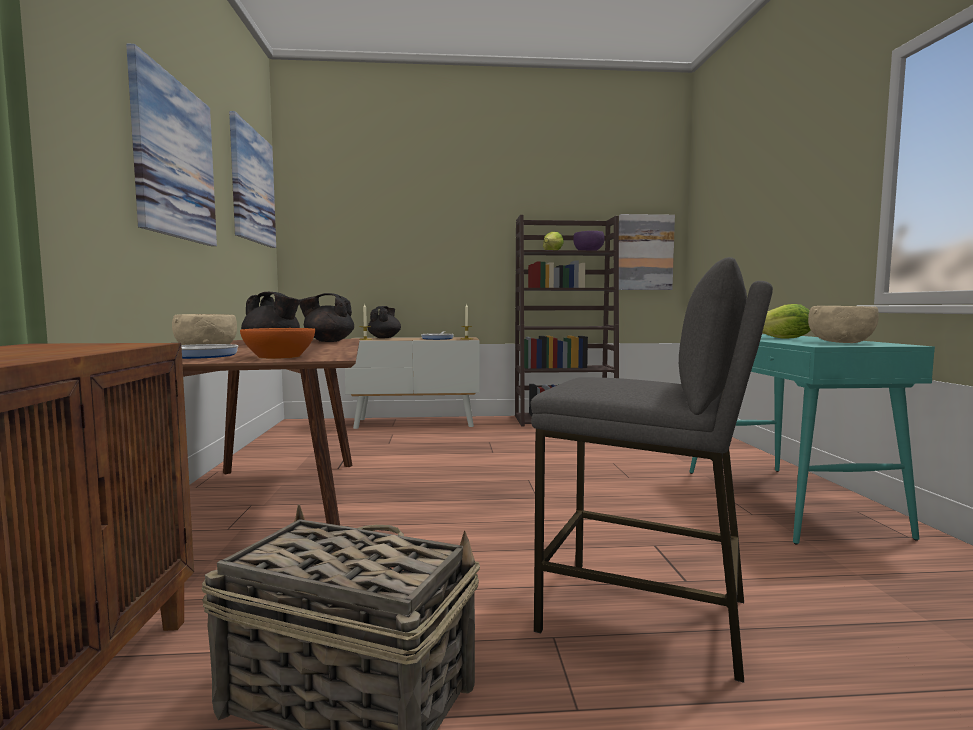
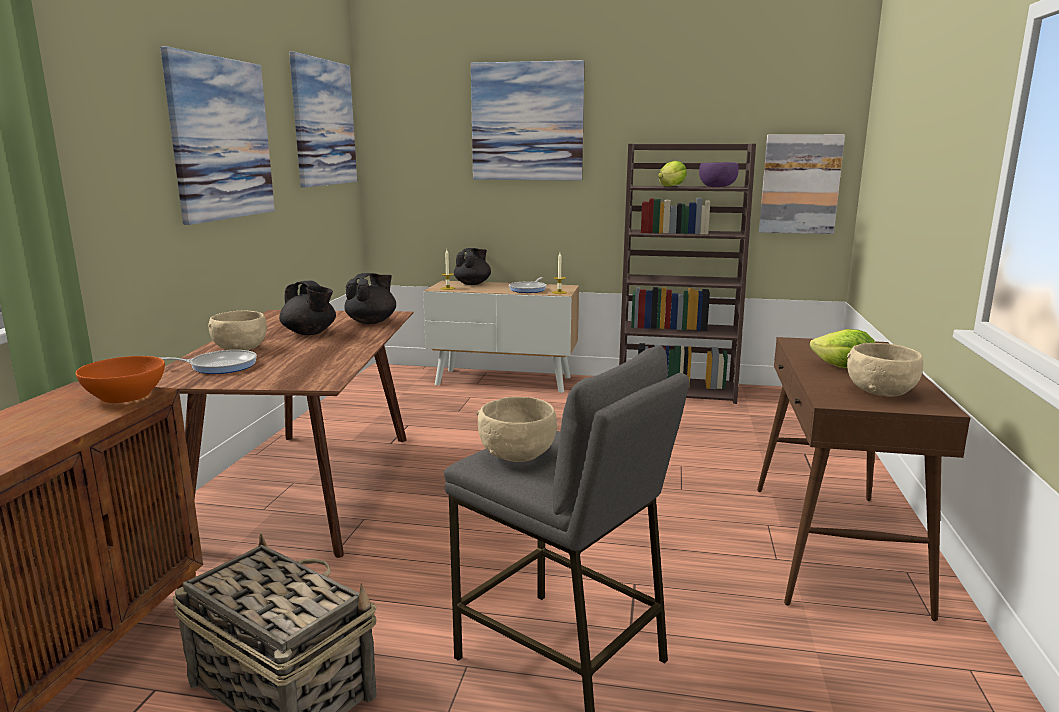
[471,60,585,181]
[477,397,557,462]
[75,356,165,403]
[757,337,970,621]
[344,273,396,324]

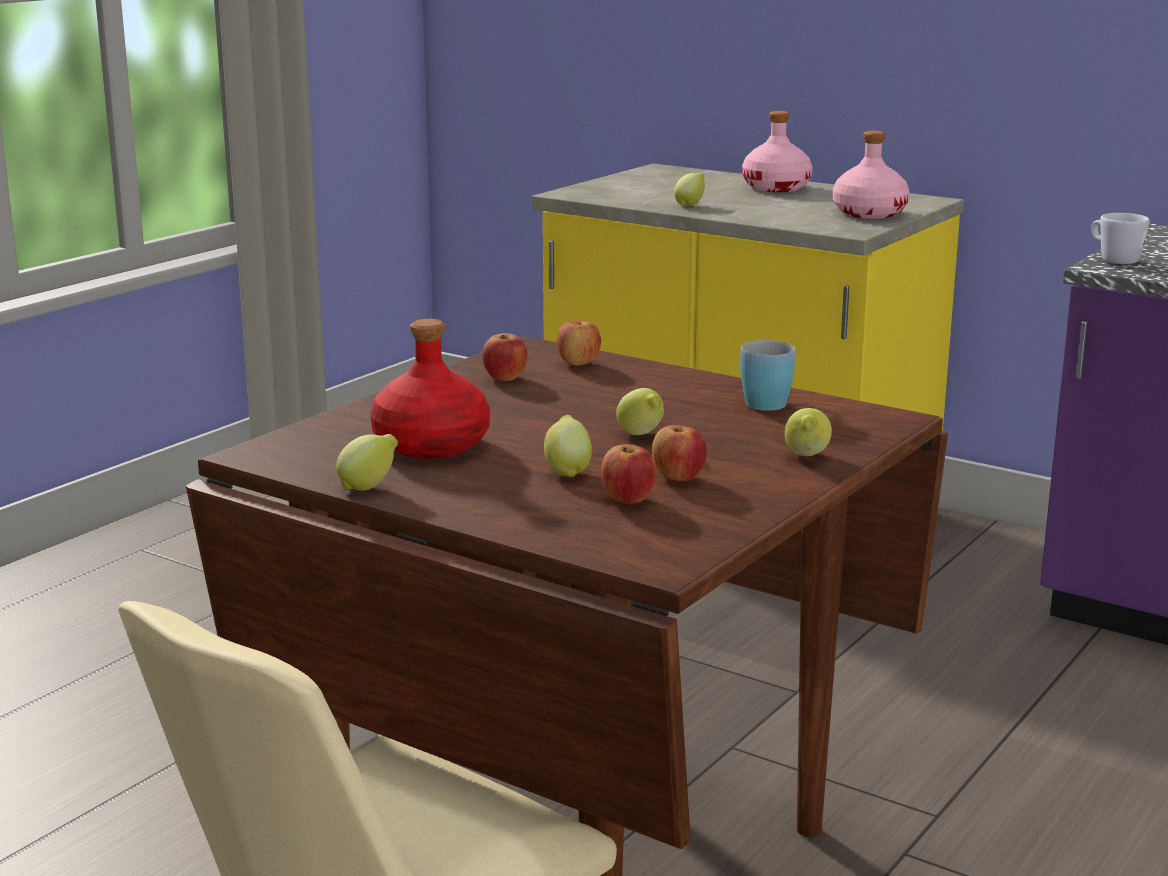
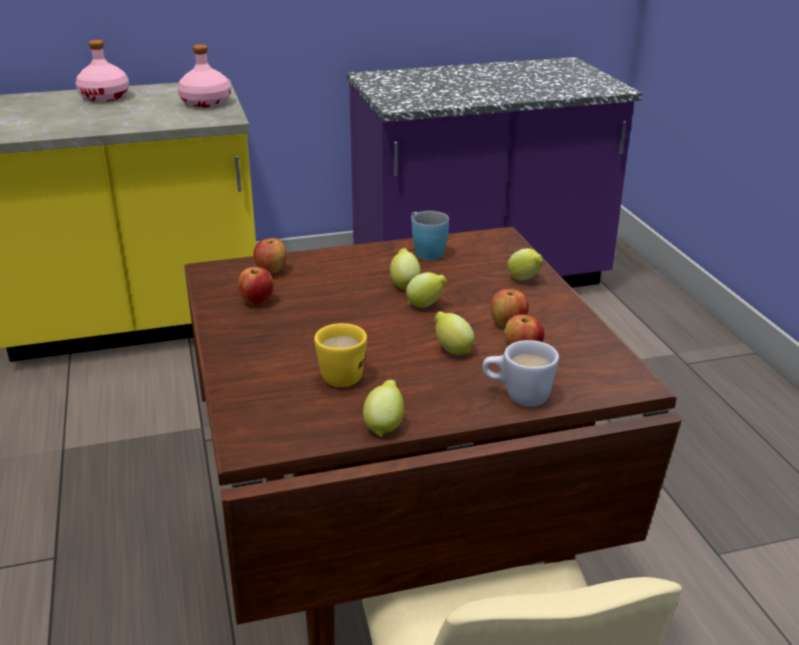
[390,248,421,290]
[482,340,559,406]
[314,323,367,387]

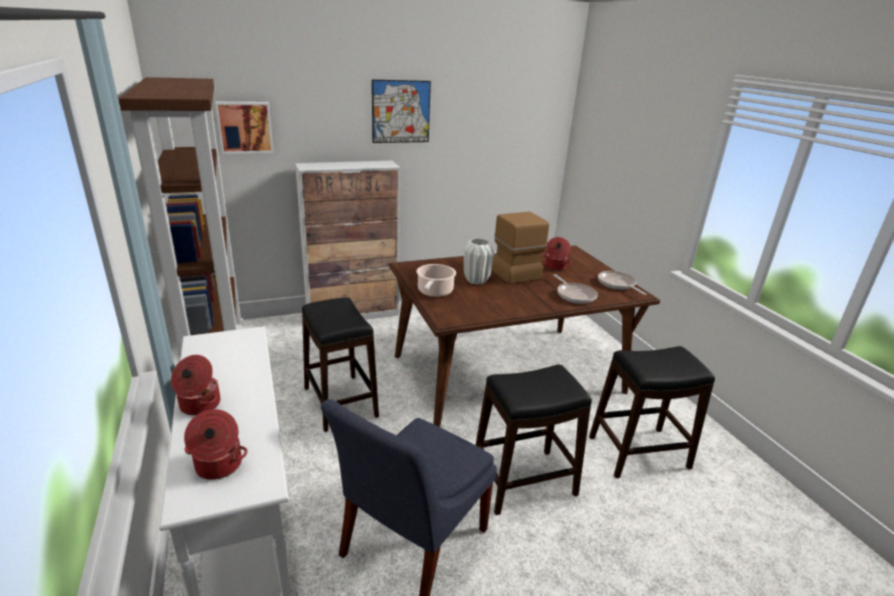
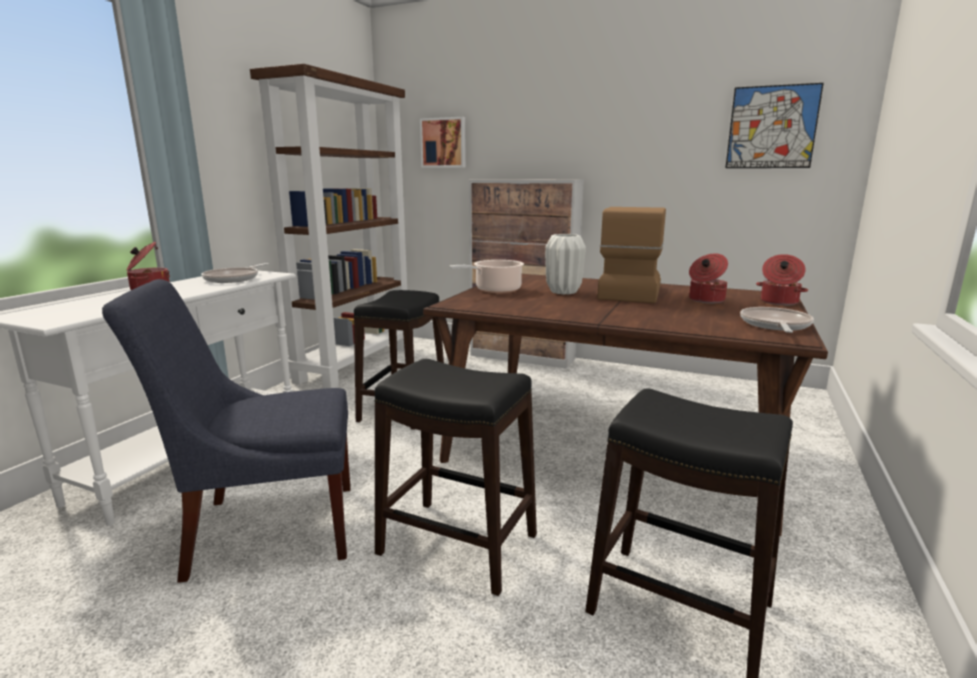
[756,254,808,305]
[726,83,824,168]
[201,263,269,283]

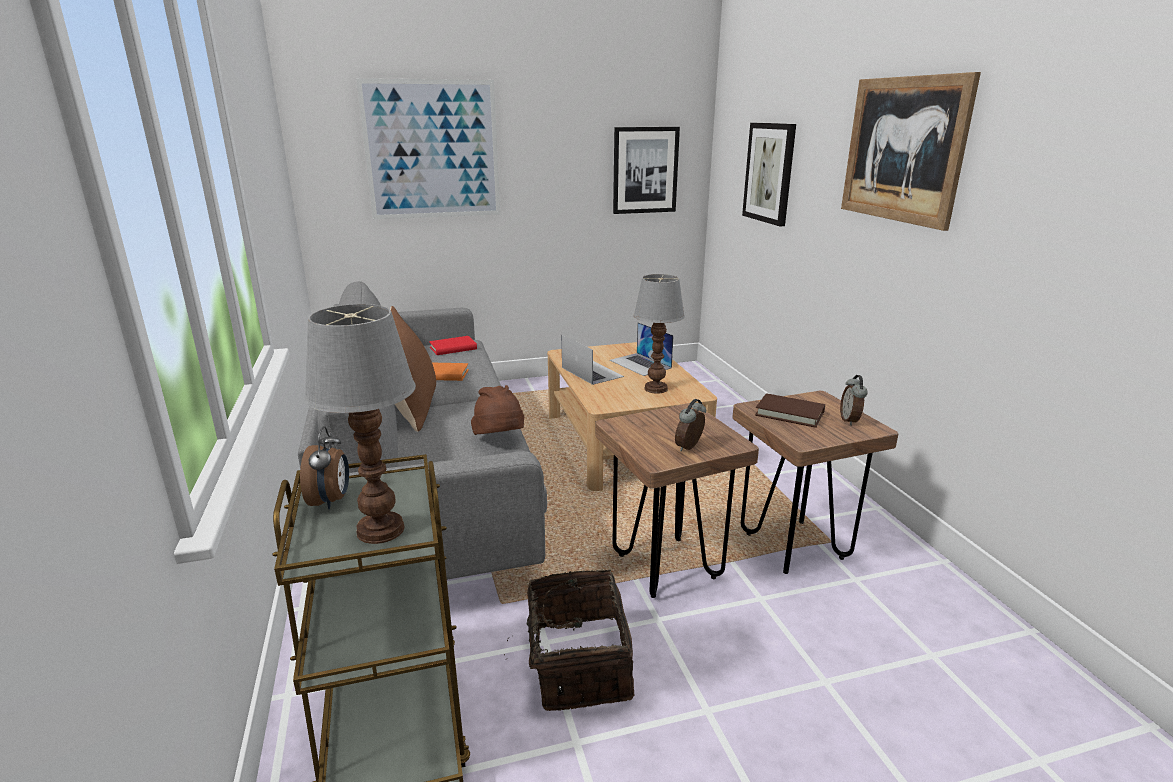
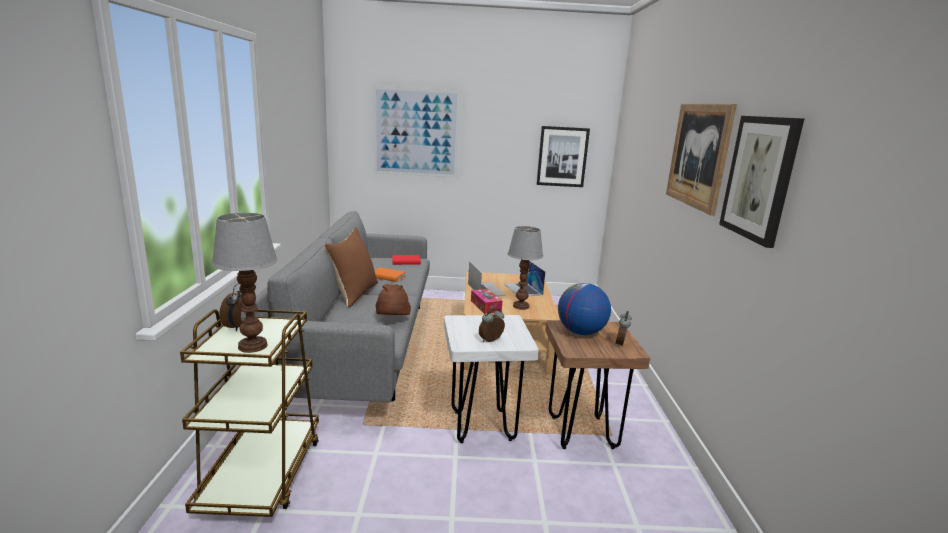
[504,570,634,711] (first image)
[471,289,502,314]
[719,116,804,248]
[558,283,611,335]
[444,315,539,443]

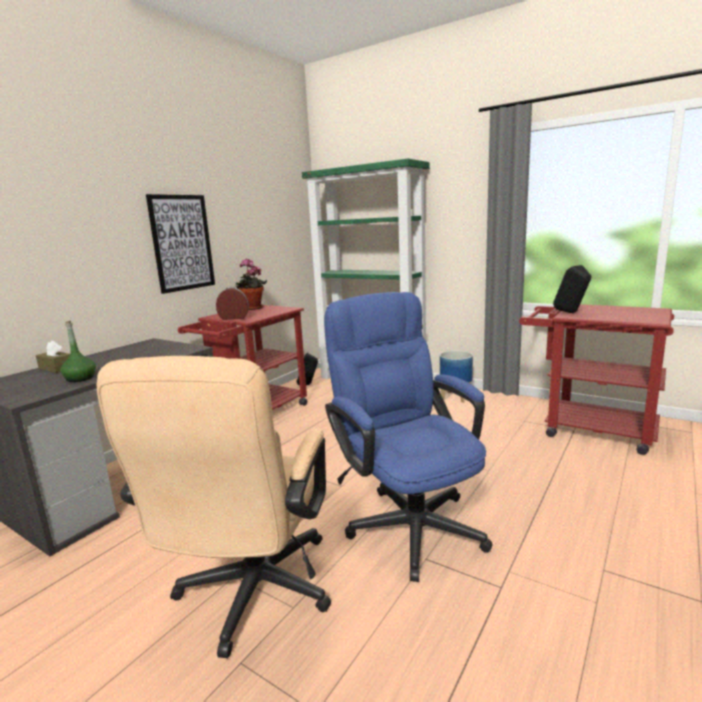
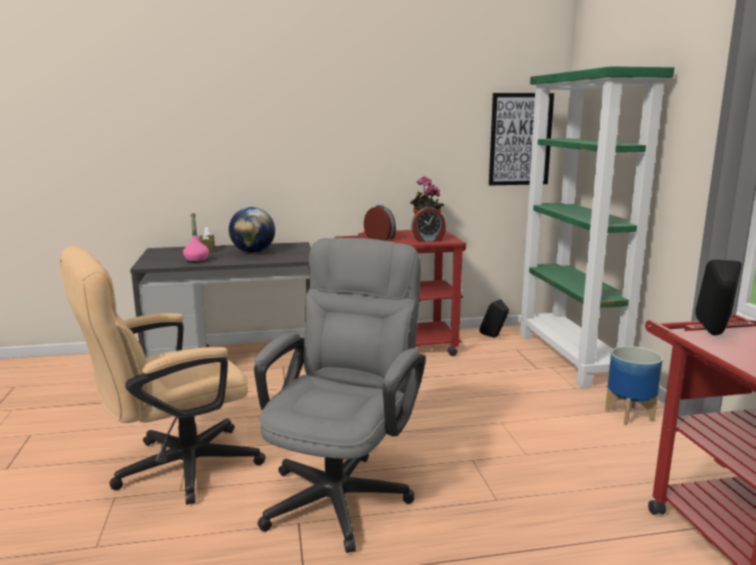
[229,207,275,253]
[412,206,446,242]
[489,93,554,186]
[183,213,209,263]
[254,238,426,553]

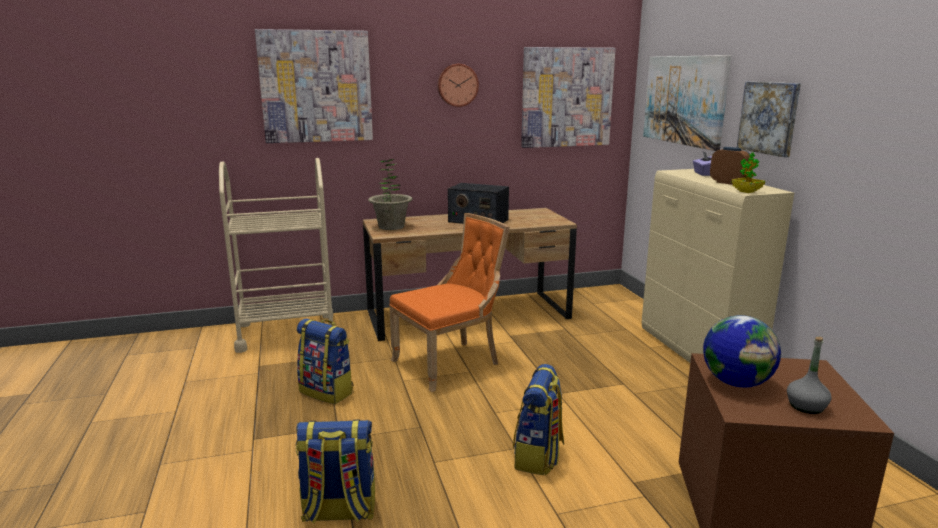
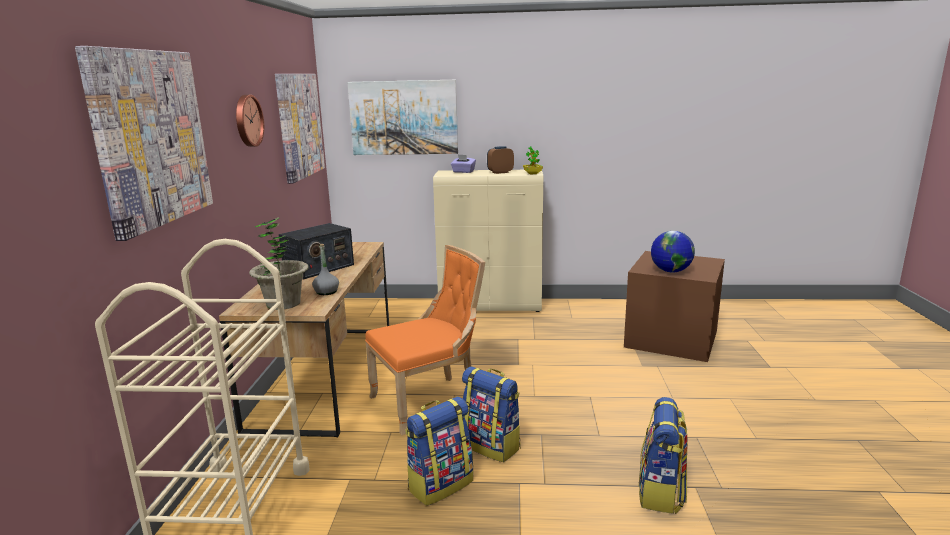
[737,82,801,157] (first image)
[462,366,521,462]
[312,244,339,295]
[365,245,485,435]

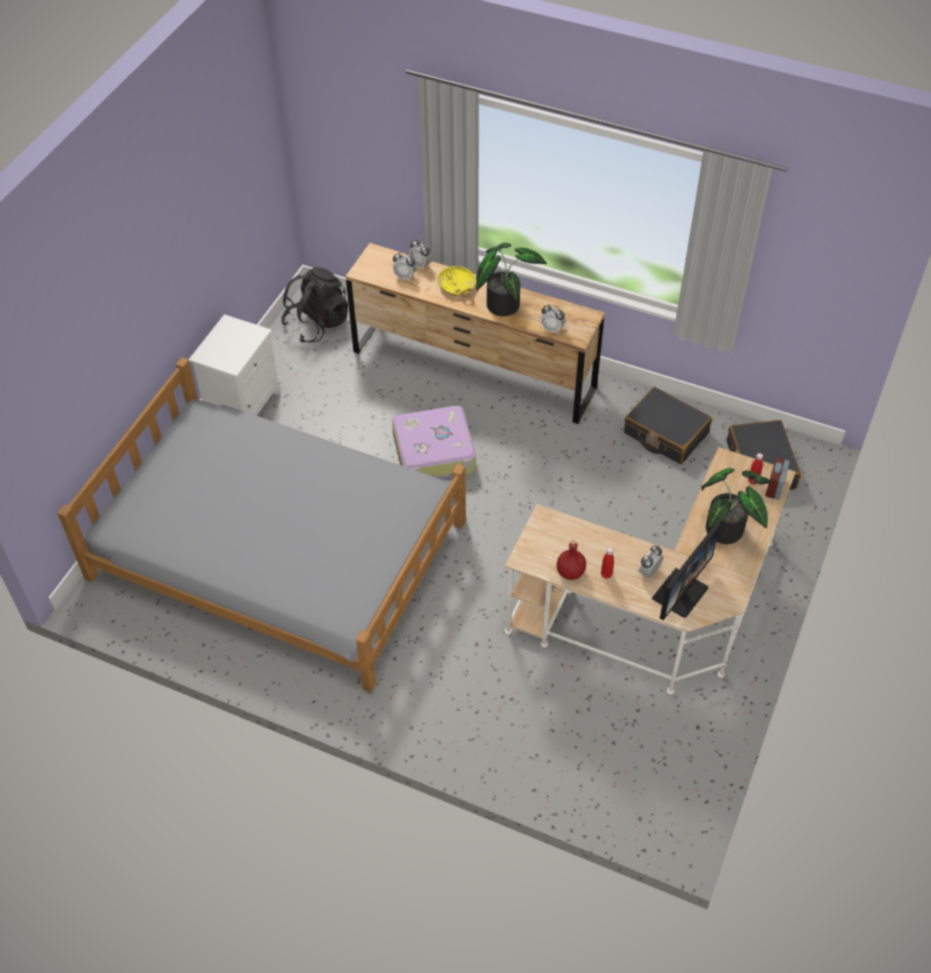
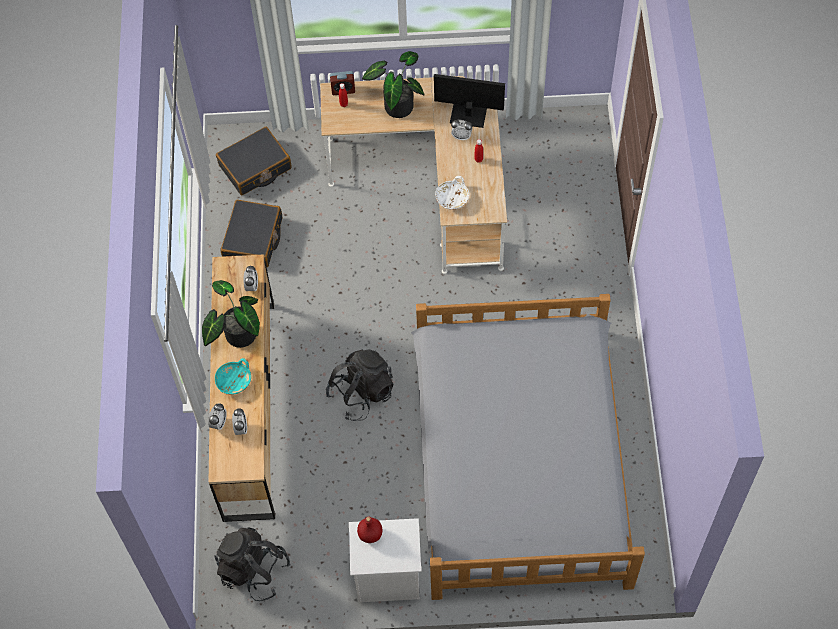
[435,176,469,210]
[357,516,382,543]
[326,350,393,421]
[215,358,251,394]

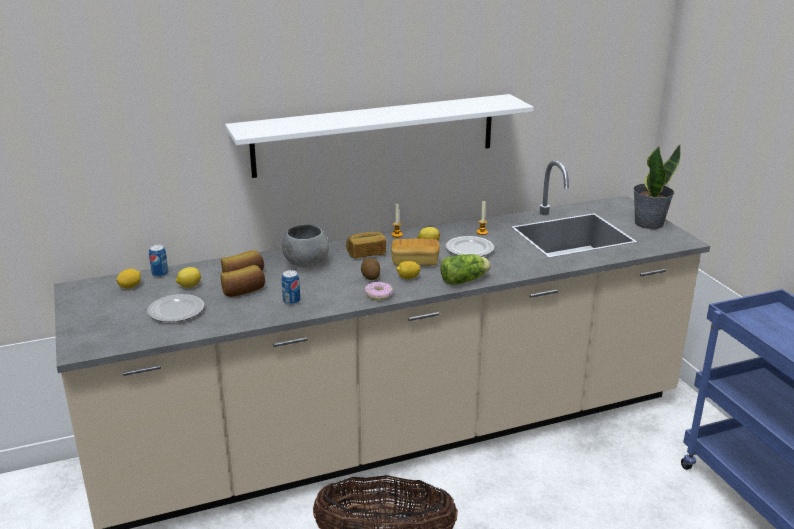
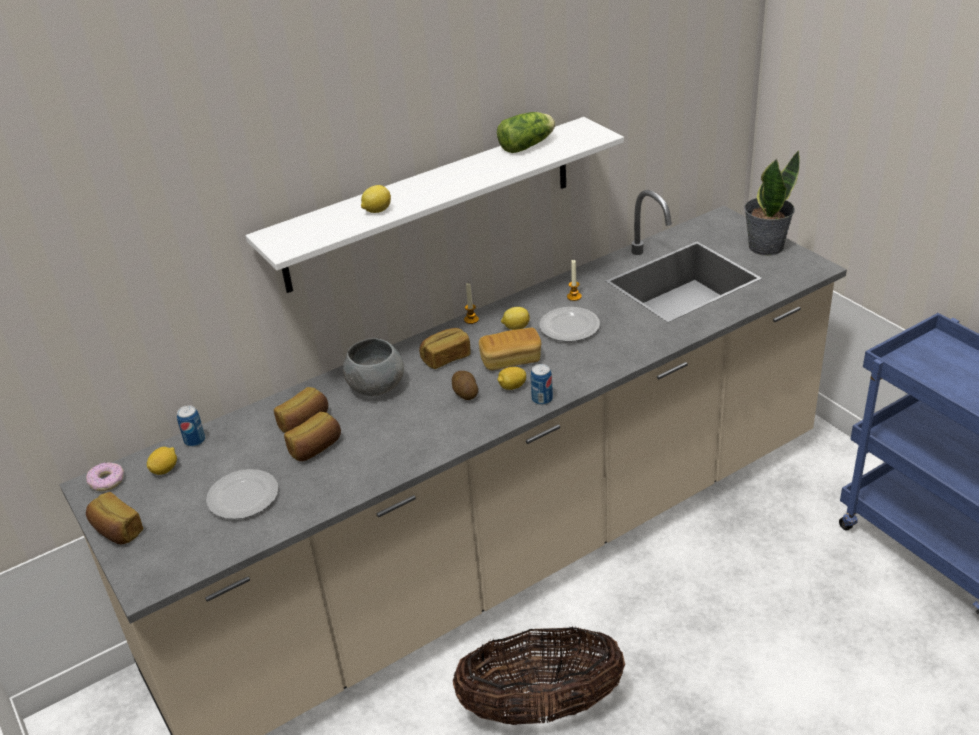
[86,492,143,544]
[361,185,391,213]
[531,364,553,405]
[86,462,124,491]
[497,112,555,153]

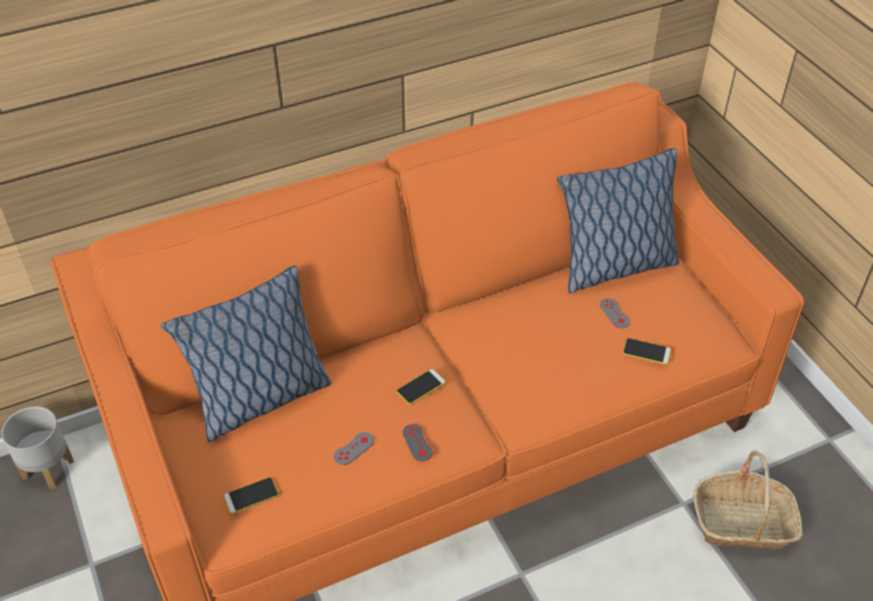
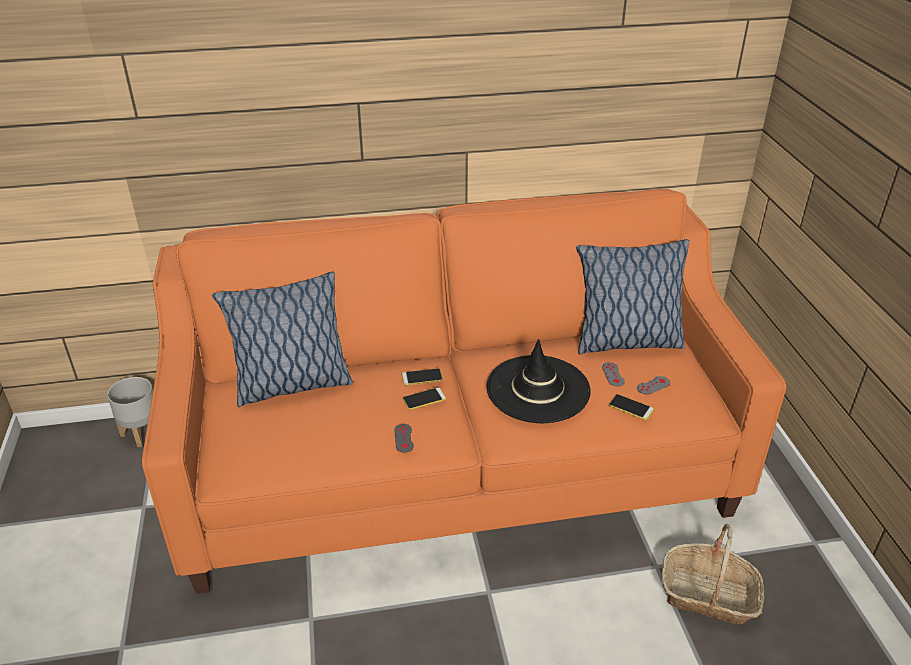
[486,339,591,423]
[402,368,443,385]
[637,376,670,395]

